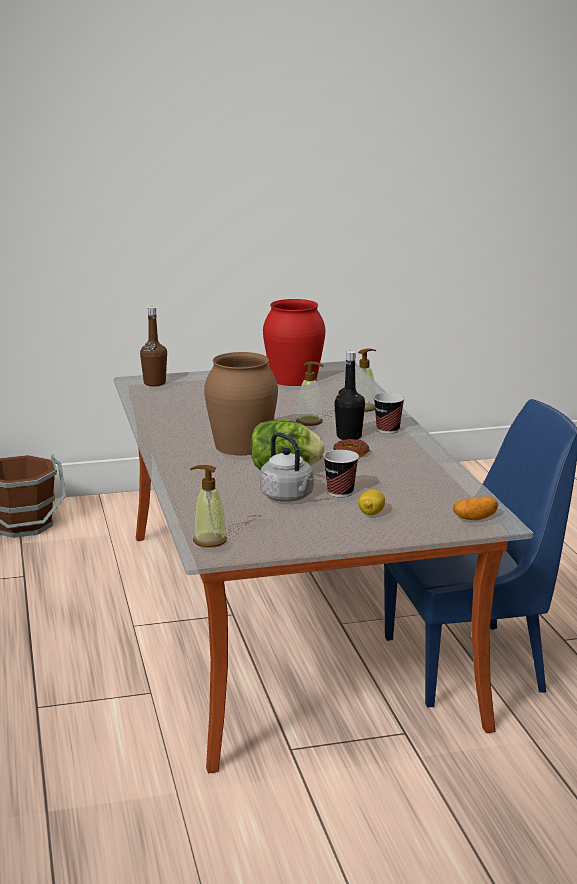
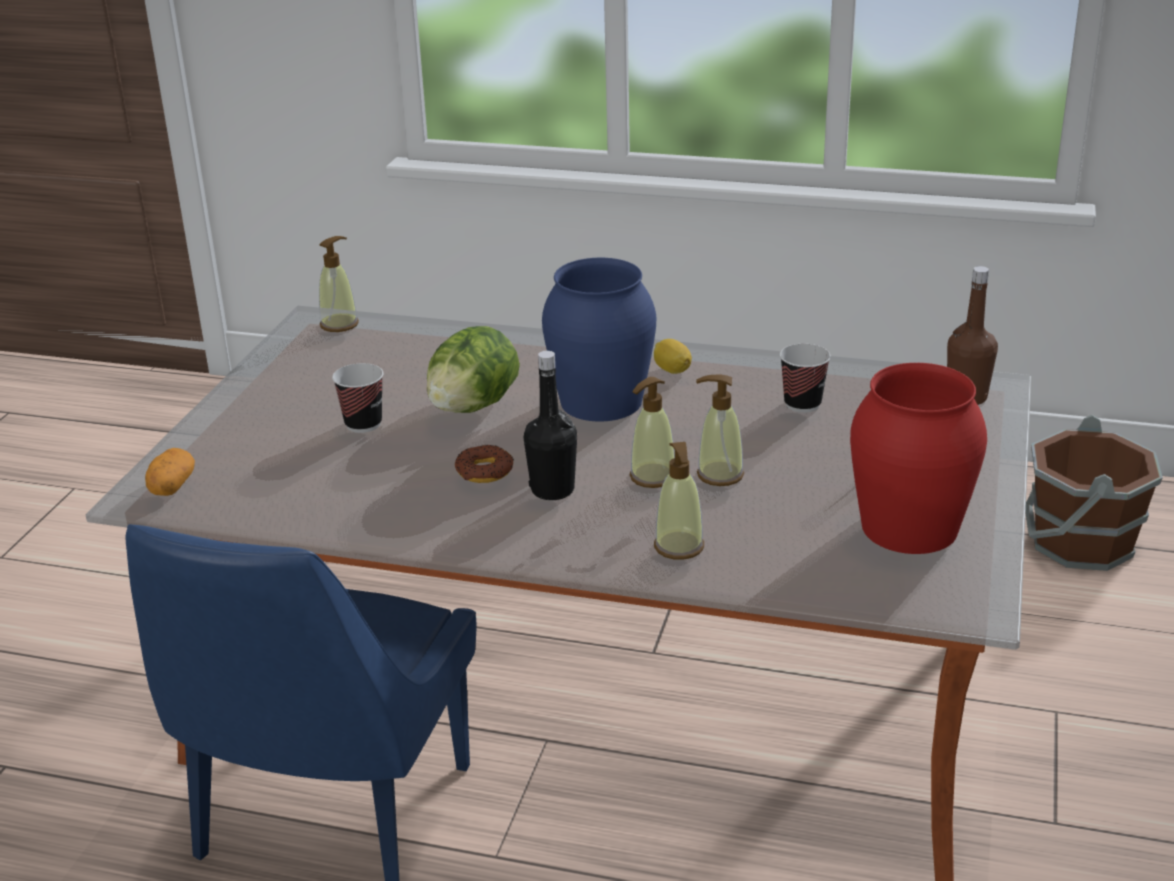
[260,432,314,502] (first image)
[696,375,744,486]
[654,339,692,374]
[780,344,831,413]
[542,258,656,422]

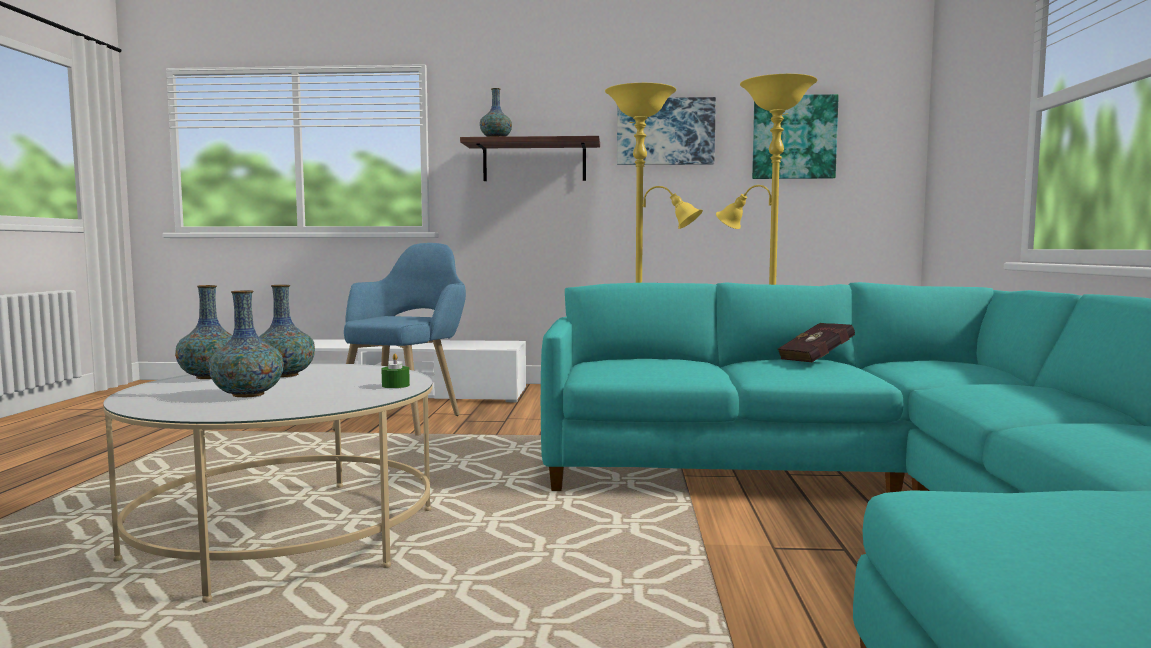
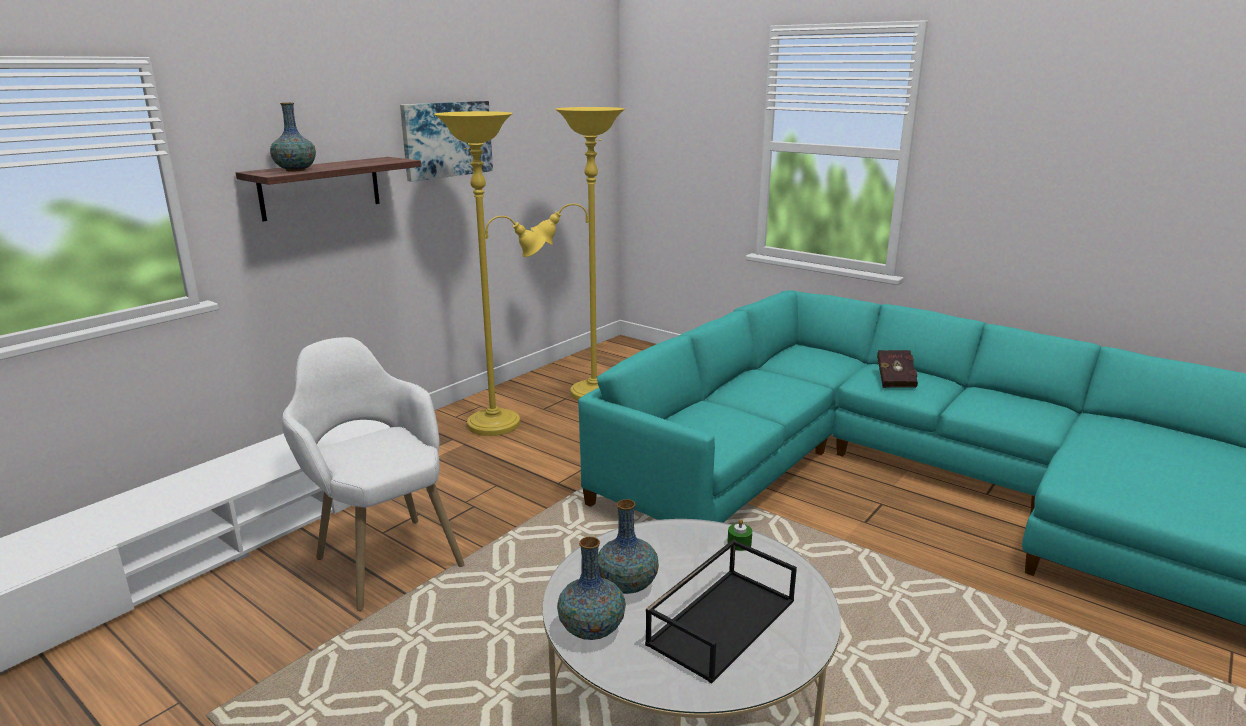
[752,94,839,179] (first image)
[877,350,918,388]
[645,539,797,683]
[282,337,465,611]

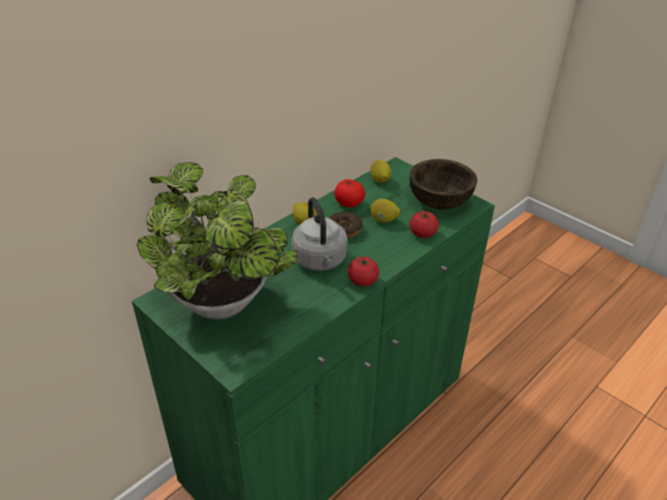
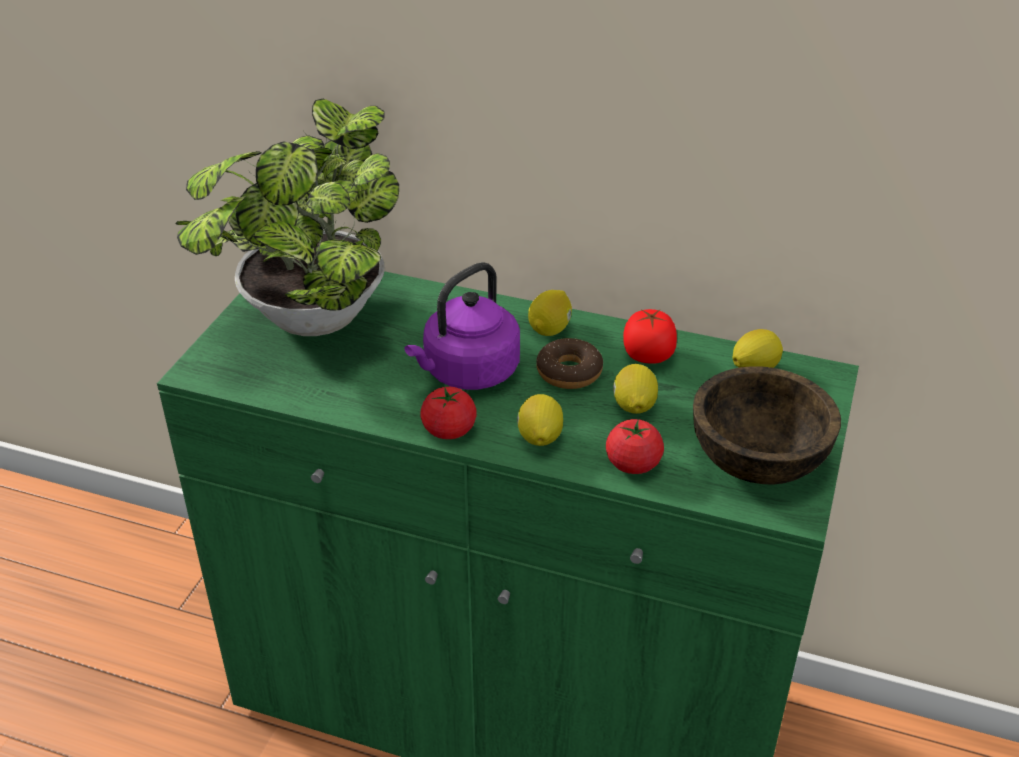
[517,394,563,446]
[405,262,520,390]

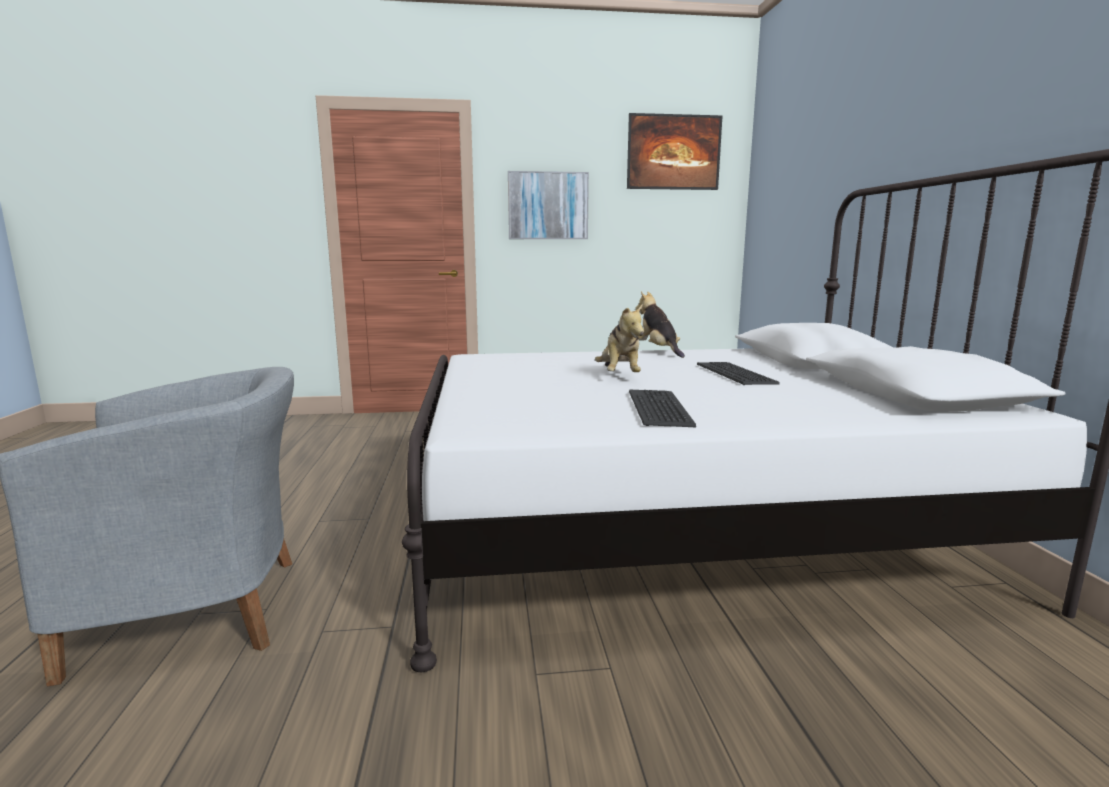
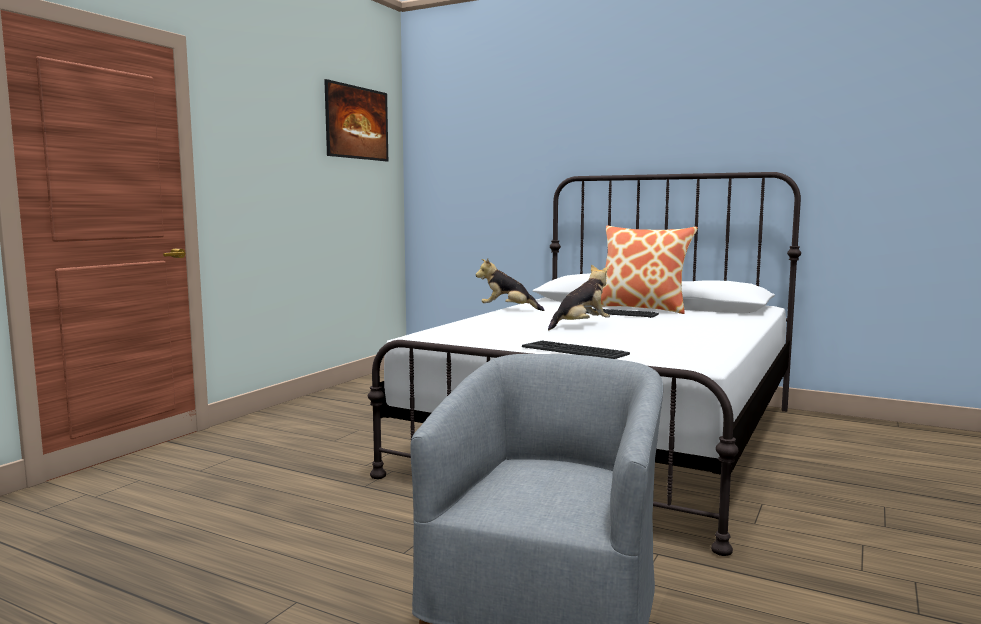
[508,171,589,239] (first image)
[601,226,698,314]
[522,341,630,359]
[548,264,610,330]

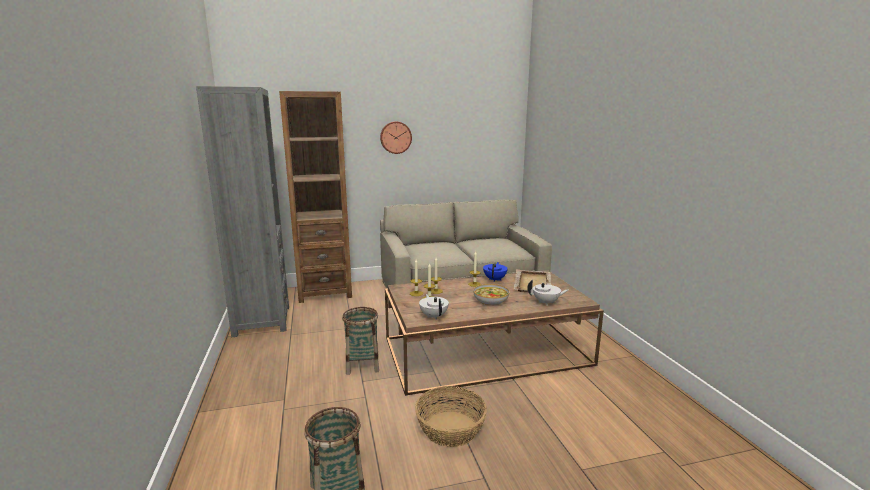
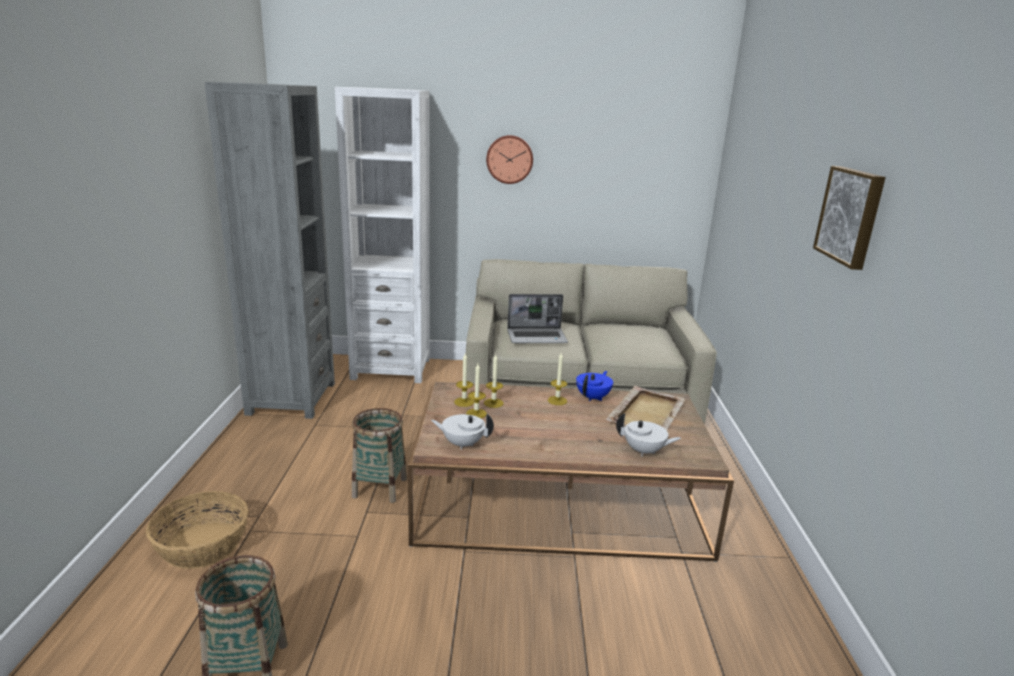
[473,284,510,306] (first image)
[507,294,568,343]
[813,166,886,270]
[146,491,248,569]
[335,87,429,383]
[431,414,494,450]

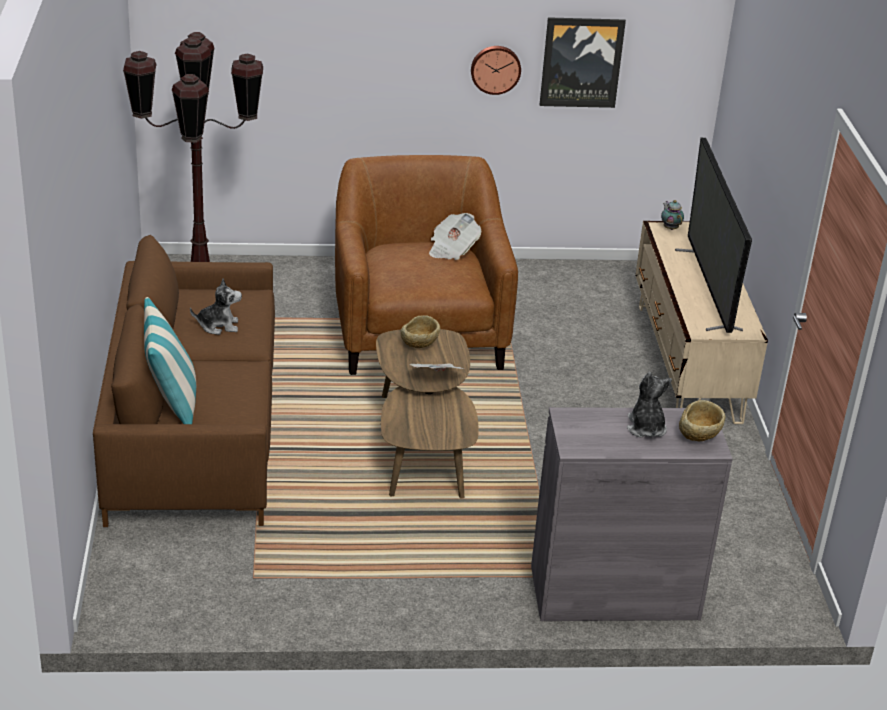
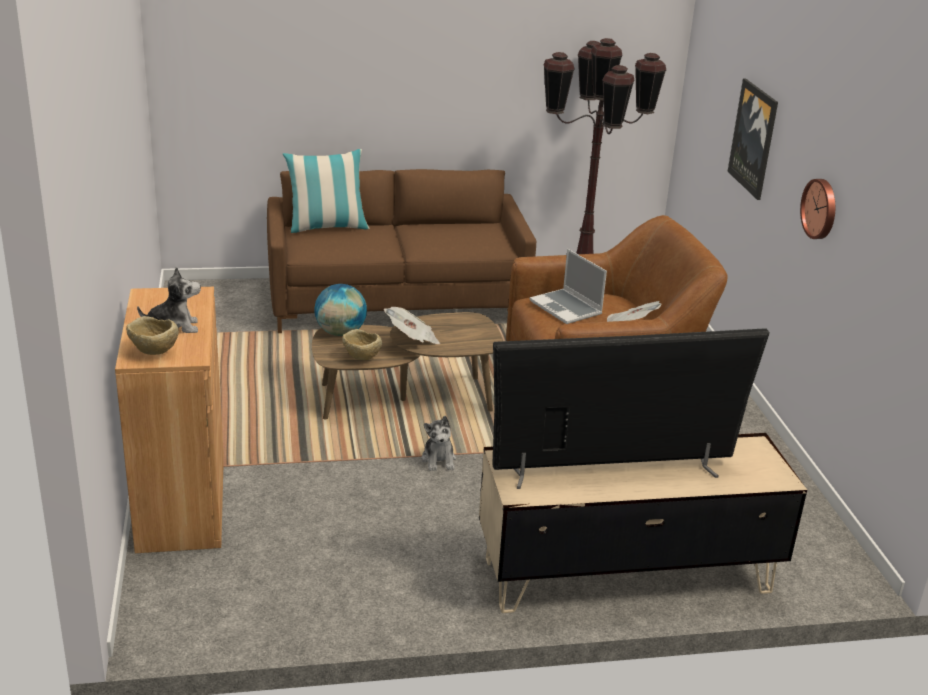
[661,200,684,230] (first image)
[314,284,367,336]
[529,249,607,324]
[422,416,456,471]
[342,329,382,360]
[727,79,778,200]
[115,287,224,553]

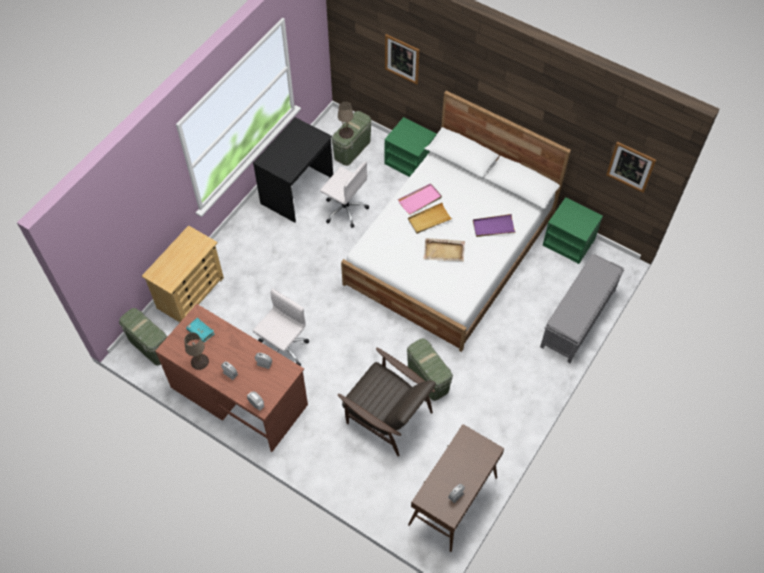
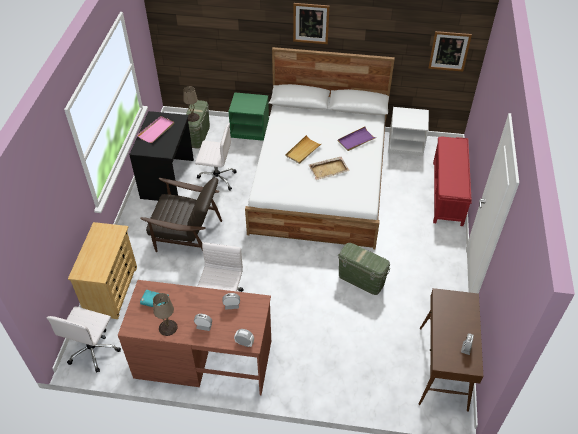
[140,177,222,252]
[293,3,330,44]
[137,116,174,143]
[47,306,121,373]
[433,137,472,226]
[388,107,429,156]

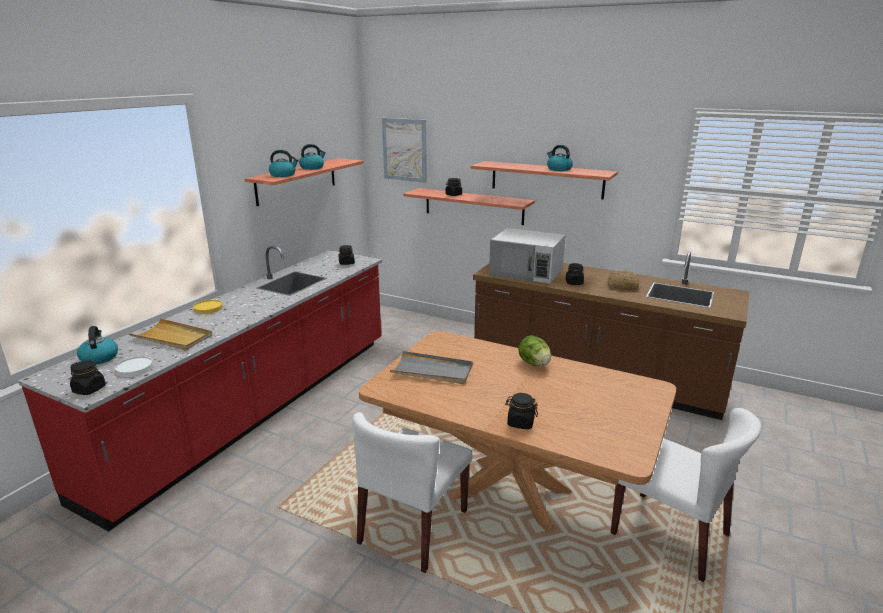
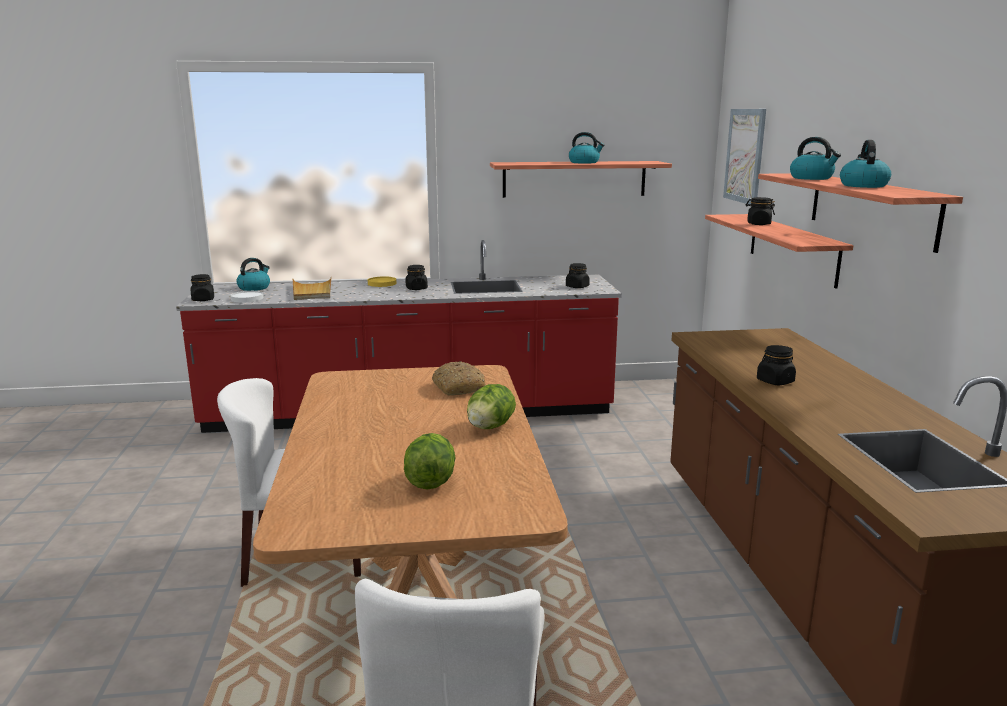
[390,351,473,384] (first image)
[489,228,566,284] (first image)
[404,433,455,489]
[790,137,841,180]
[405,265,428,290]
[432,361,486,396]

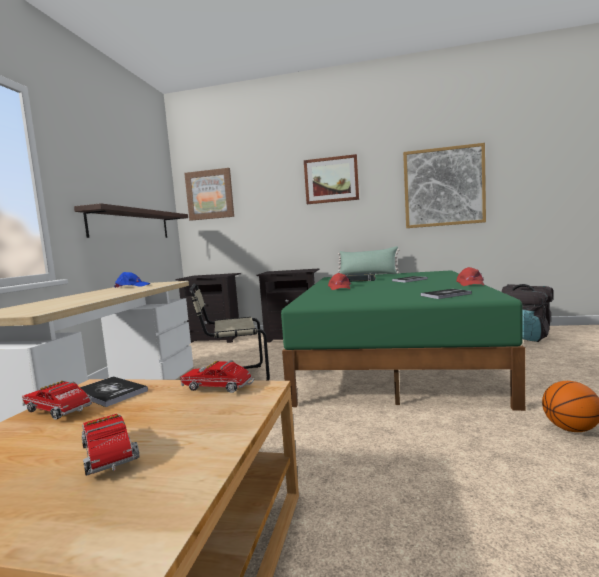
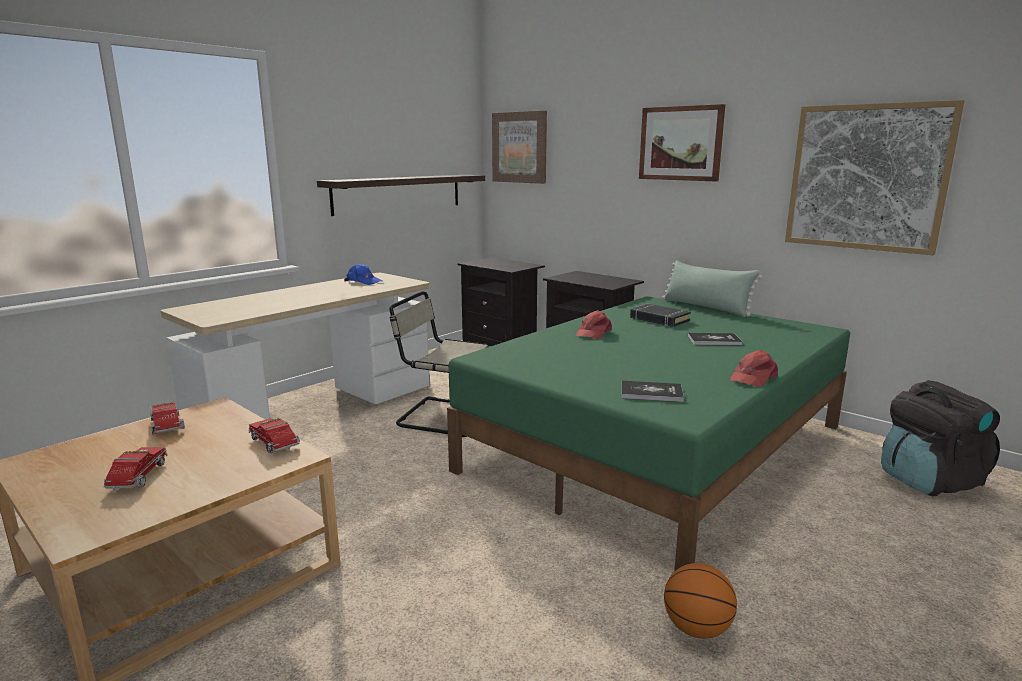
[80,377,148,407] (first image)

